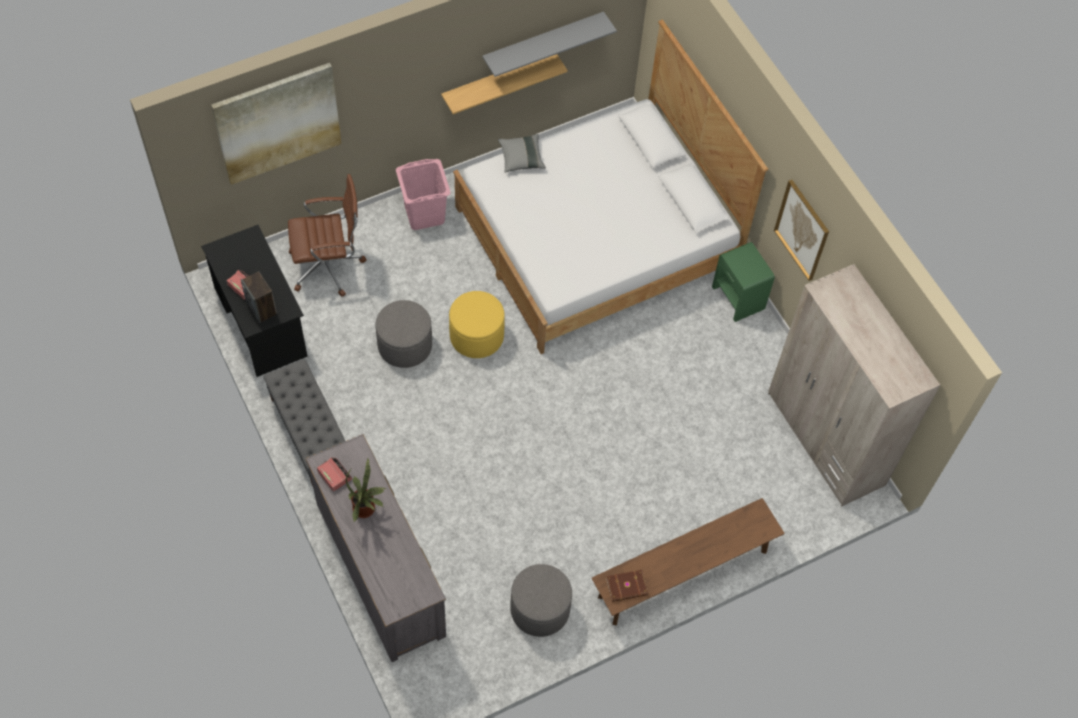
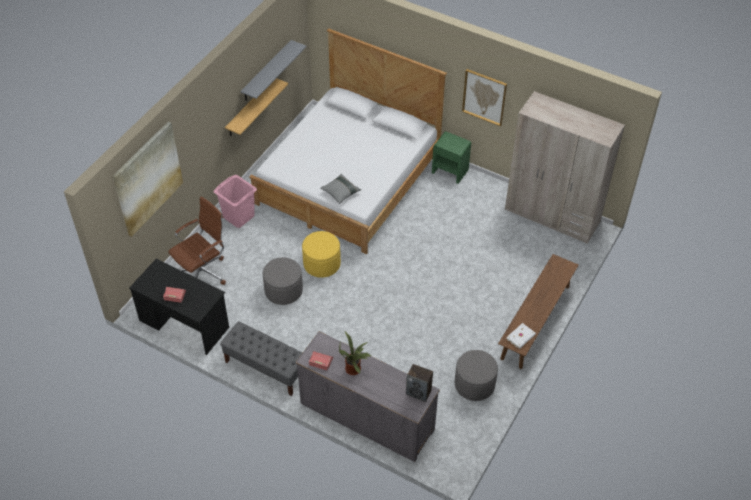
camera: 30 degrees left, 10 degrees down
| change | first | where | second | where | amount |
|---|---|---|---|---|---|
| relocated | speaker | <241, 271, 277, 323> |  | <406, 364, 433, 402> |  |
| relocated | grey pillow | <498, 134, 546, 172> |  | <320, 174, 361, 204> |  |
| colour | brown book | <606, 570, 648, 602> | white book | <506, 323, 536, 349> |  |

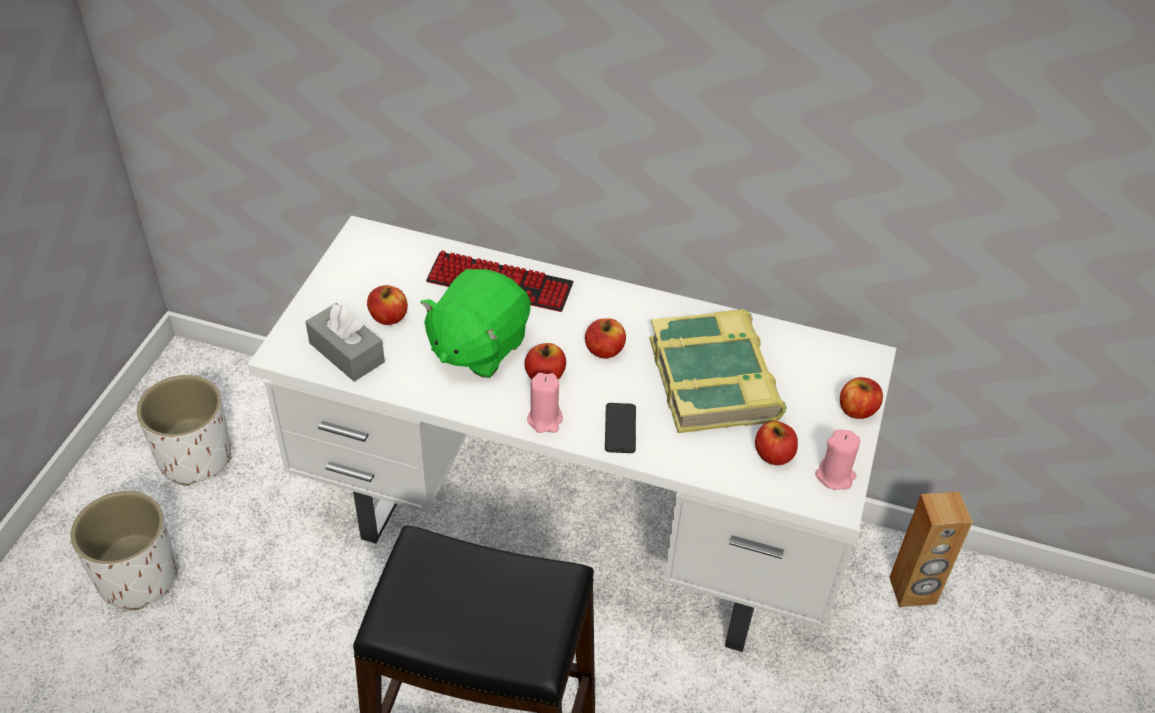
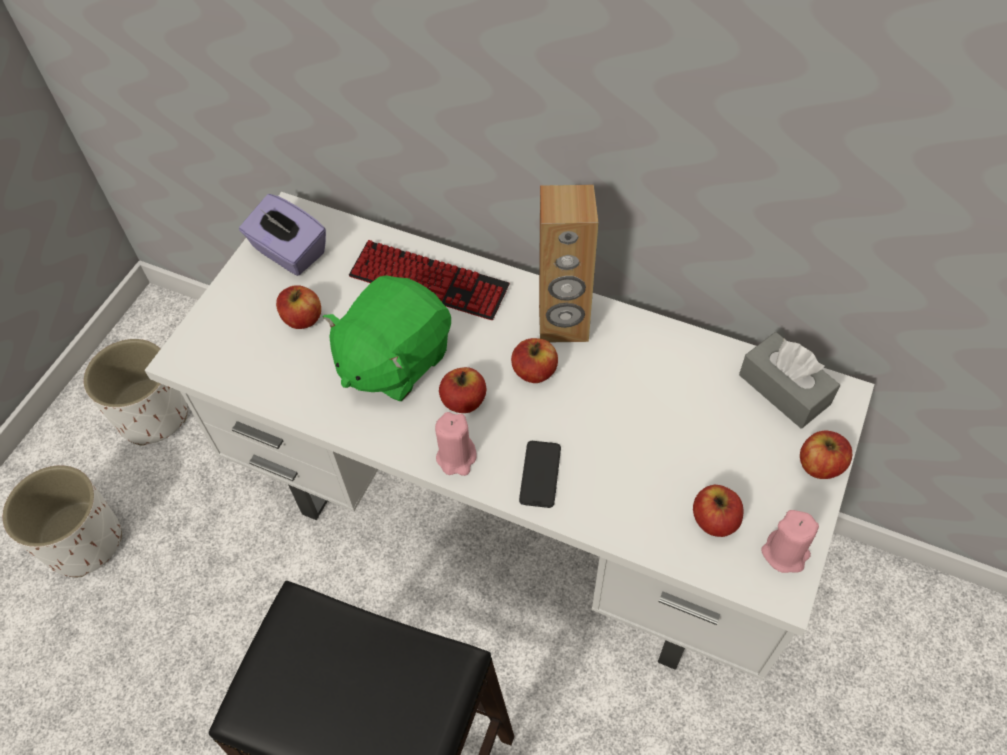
camera: 10 degrees right, 10 degrees up
| change | first | where | second | where | amount |
|---|---|---|---|---|---|
| missing | book | <649, 309, 786, 433> |  |  |  |
| appeared |  |  | purple tissue box | <239, 194, 326, 276> |  |
| relocated | grey tissue box | <306, 303, 385, 382> |  | <739, 332, 840, 428> |  |
| relocated | brown speaker | <889, 491, 973, 607> |  | <539, 185, 598, 342> |  |

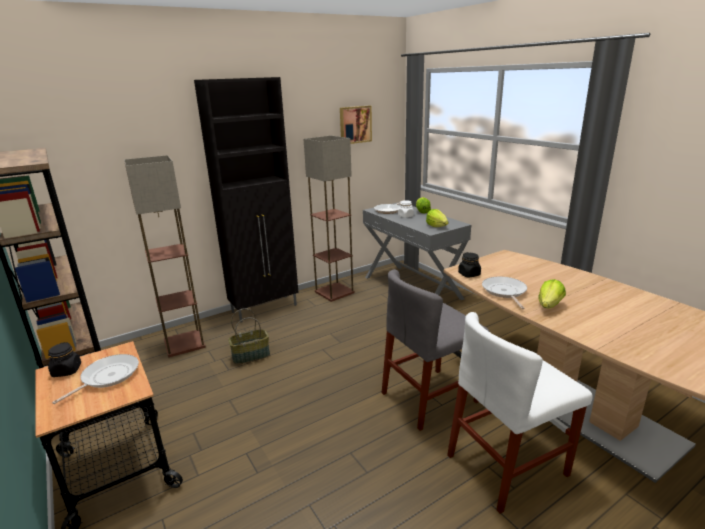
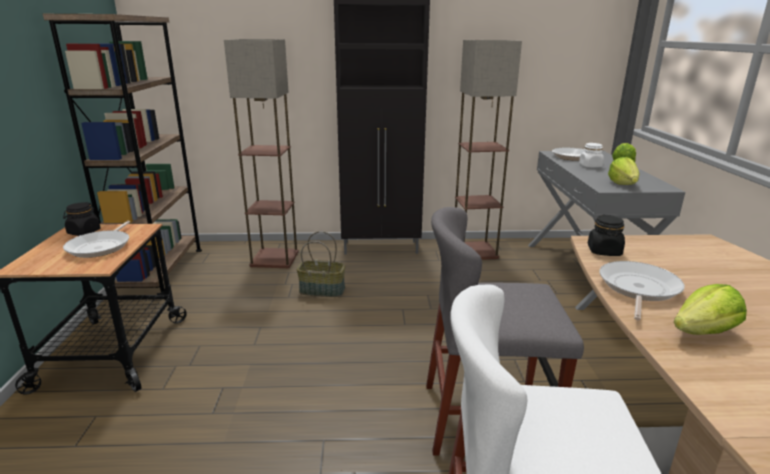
camera: 30 degrees right, 0 degrees up
| change | first | where | second | where | amount |
|---|---|---|---|---|---|
| missing | picture | <340, 106, 372, 144> |  |  |  |
| spun | frying pan | <52, 354, 139, 404> |  | <63, 221, 130, 258> | 120 degrees clockwise |

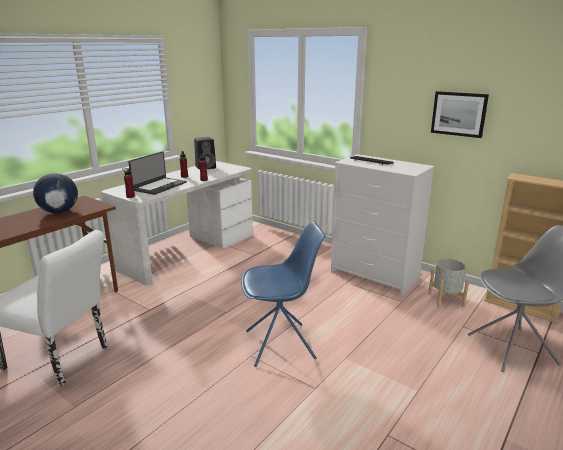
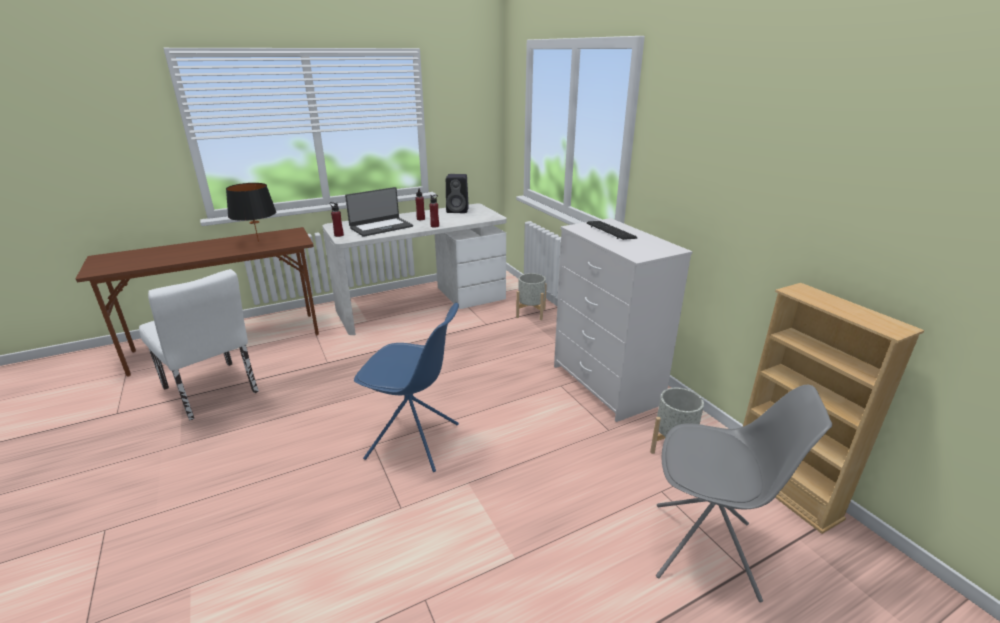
camera: 25 degrees right, 5 degrees up
| change | first | where | second | where | amount |
|---|---|---|---|---|---|
| missing | picture | <431, 91, 489, 138> |  |  |  |
| appeared |  |  | grey planter | <516, 273, 547, 320> |  |
| exchanged | globe | <33, 173, 78, 213> | black table lamp | <226, 183, 276, 242> |  |

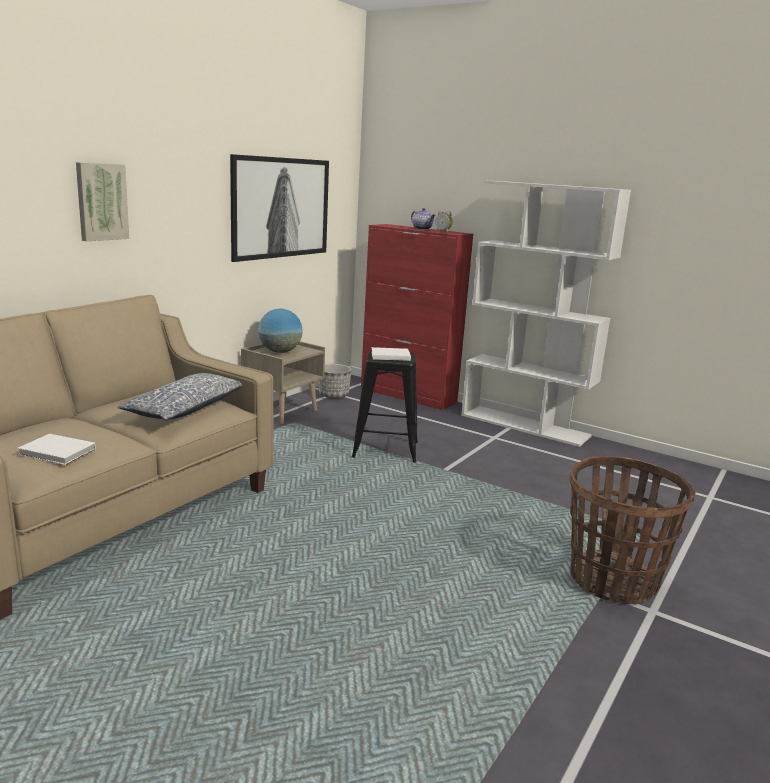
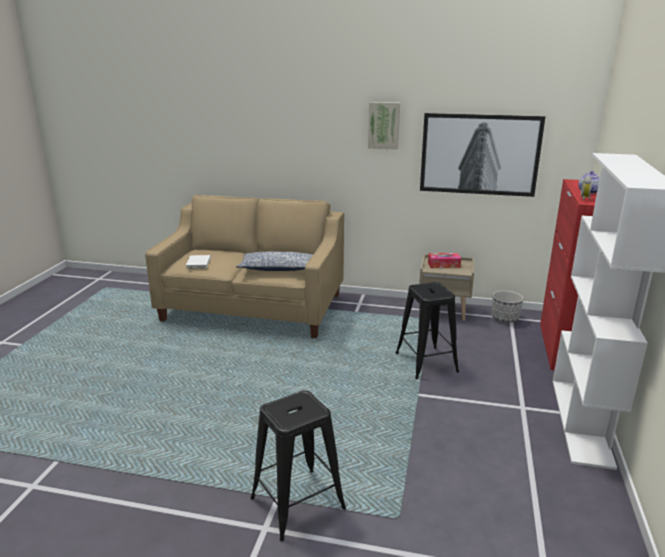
camera: 70 degrees right, 5 degrees up
| change | first | where | second | where | amount |
|---|---|---|---|---|---|
| missing | white book | <371, 347, 411, 361> |  |  |  |
| relocated | picture | <76, 162, 129, 241> |  | <368, 102, 400, 150> |  |
| exchanged | globe | <258, 309, 303, 353> | tissue box | <428, 253, 461, 268> |  |
| exchanged | basket | <569, 456, 696, 604> | black stool | <251, 390, 346, 541> |  |

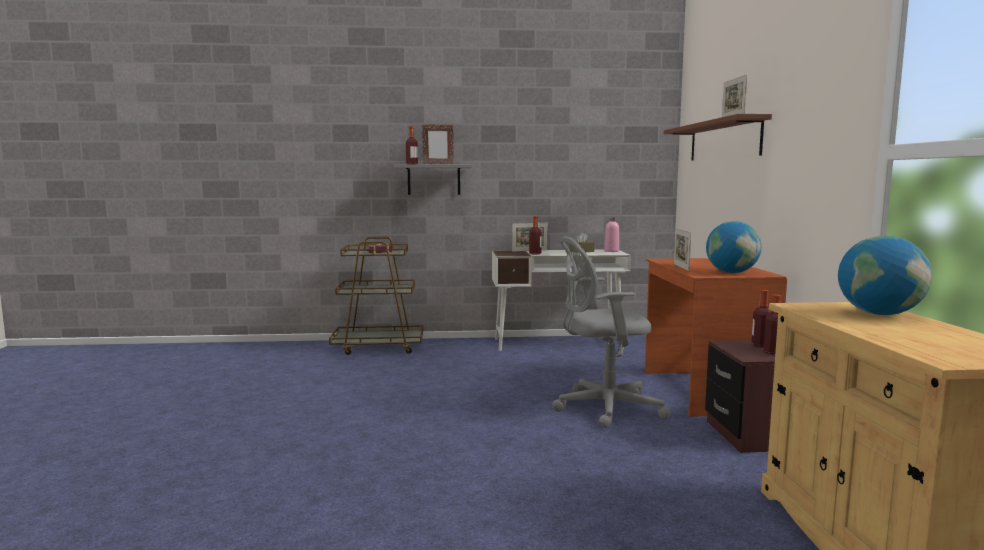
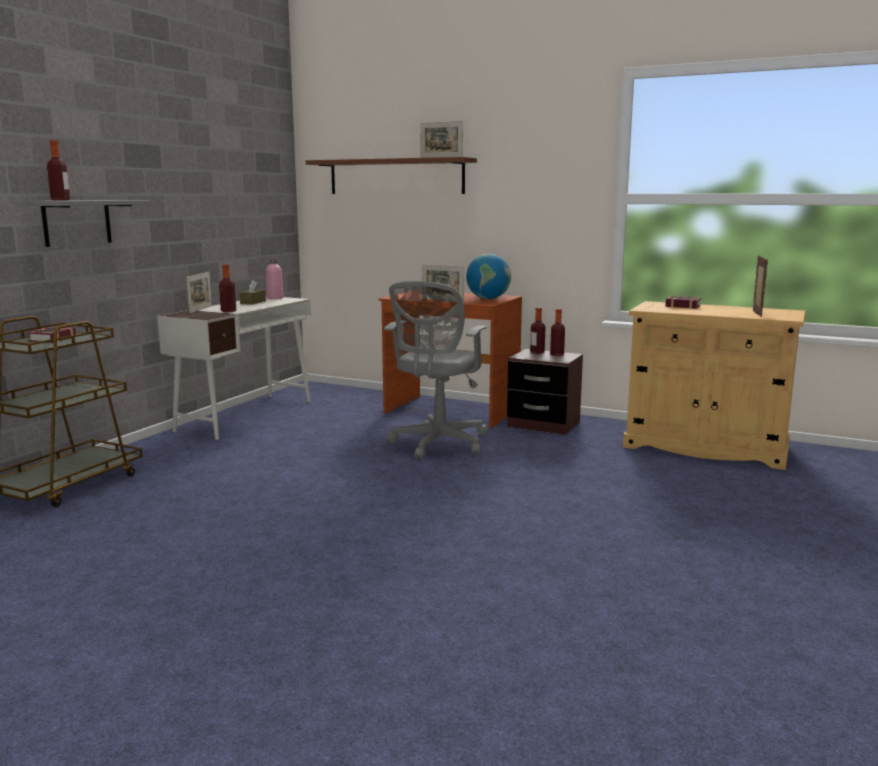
camera: 60 degrees left, 5 degrees up
| change | first | where | second | where | amount |
|---|---|---|---|---|---|
| relocated | picture frame | <422, 124, 454, 165> |  | <753, 255, 768, 317> |  |
| exchanged | globe | <838, 236, 932, 315> | book | <665, 296, 701, 309> |  |

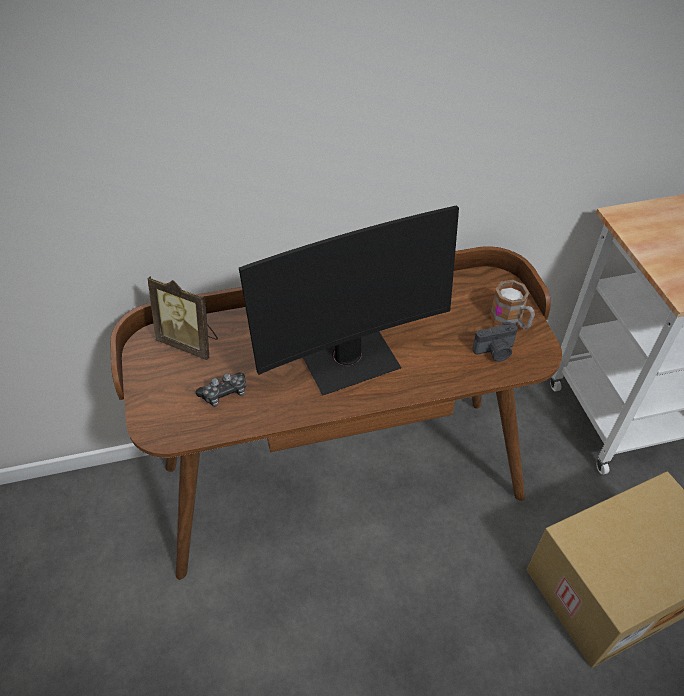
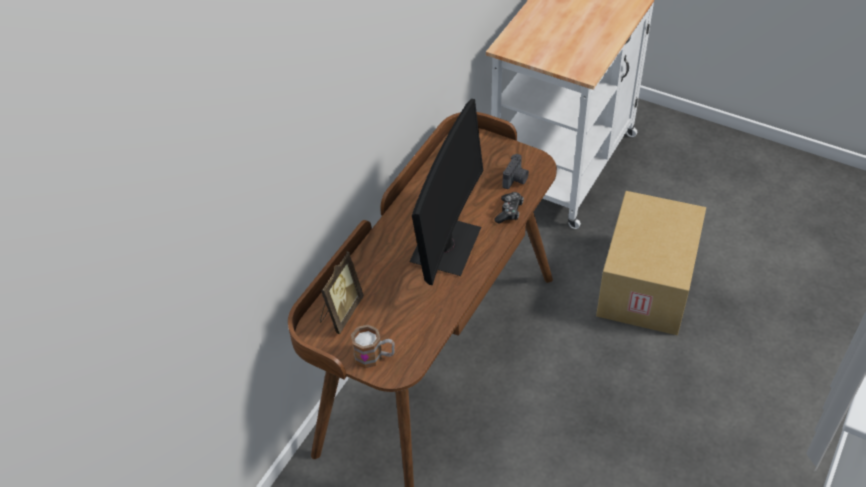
camera: 45 degrees left, 0 degrees up
| change | first | where | second | where | amount |
|---|---|---|---|---|---|
| relocated | game controller | <196, 372, 246, 407> |  | <495, 192, 524, 224> |  |
| relocated | mug | <490, 280, 535, 329> |  | <351, 324, 395, 368> |  |
| spun | picture frame | <147, 276, 218, 360> |  | <320, 251, 364, 334> | 45 degrees counterclockwise |

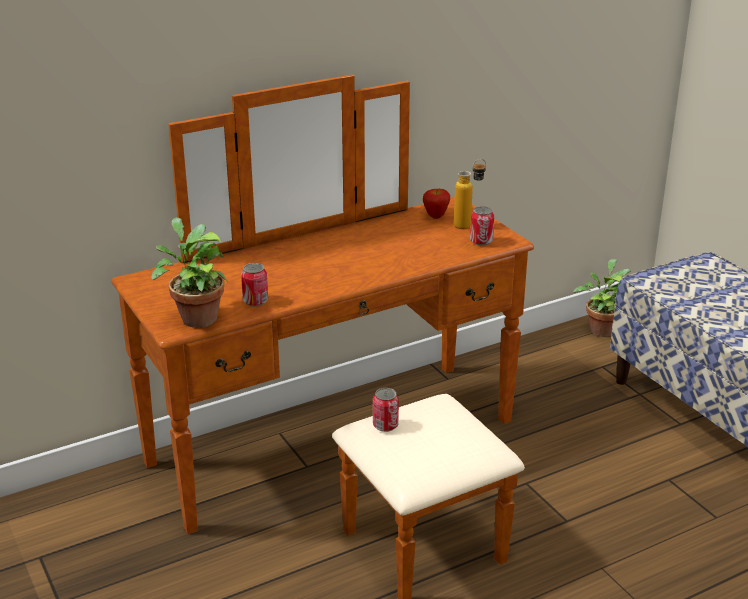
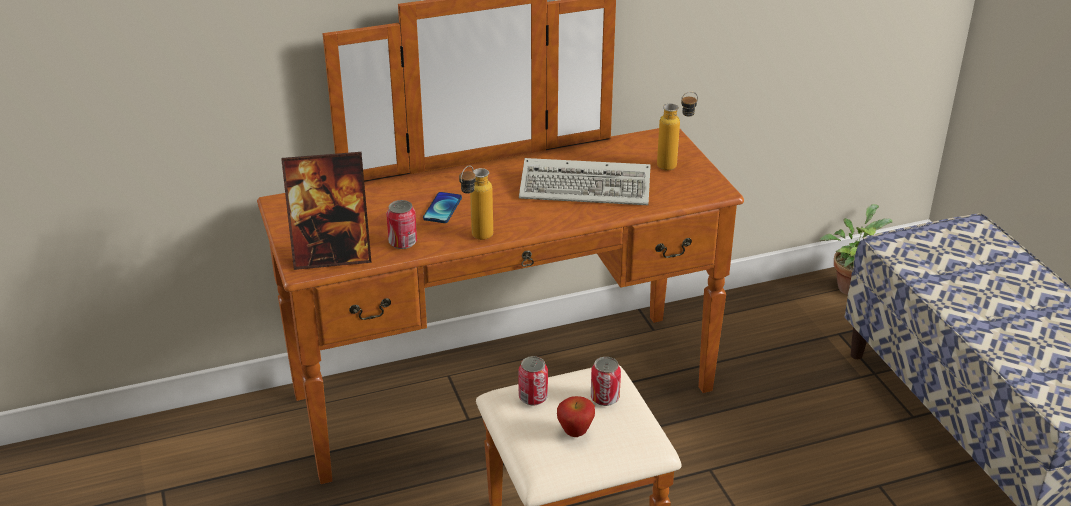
camera: 10 degrees right, 5 degrees up
| change | first | where | second | where | amount |
|---|---|---|---|---|---|
| appeared |  |  | phone | <423, 192, 462, 223> |  |
| appeared |  |  | bottle | <459, 165, 493, 240> |  |
| appeared |  |  | keyboard | <519, 158, 651, 205> |  |
| relocated | apple | <423, 189, 450, 219> |  | <557, 396, 595, 437> |  |
| relocated | can | <470, 206, 494, 246> |  | <591, 357, 621, 406> |  |
| exchanged | potted plant | <151, 218, 228, 328> | picture frame | <281, 152, 372, 270> |  |

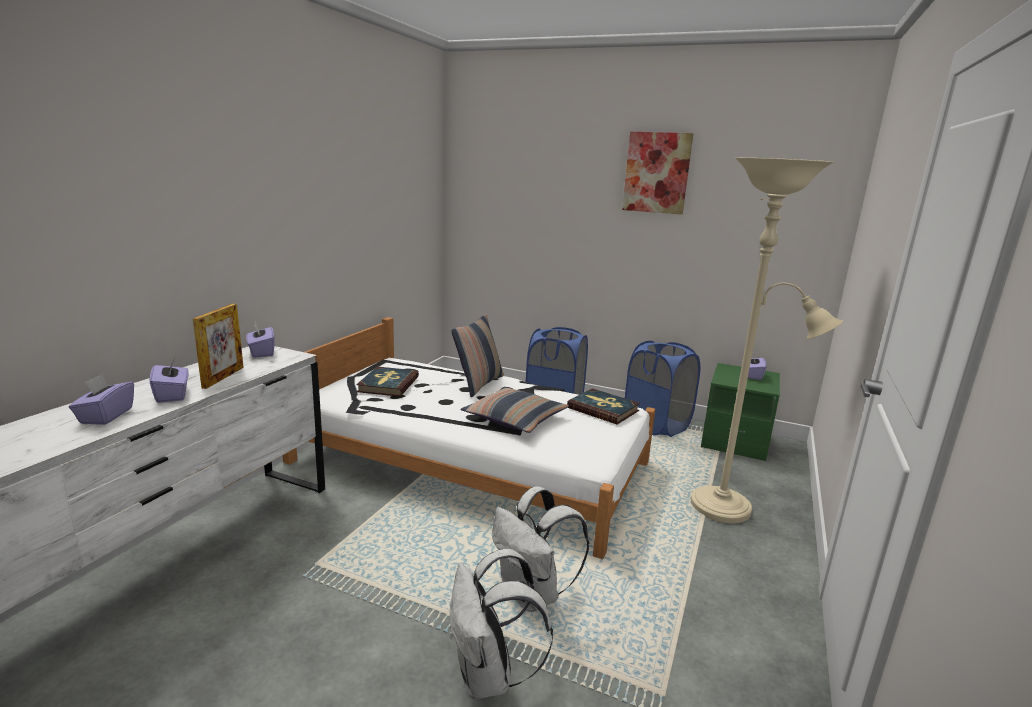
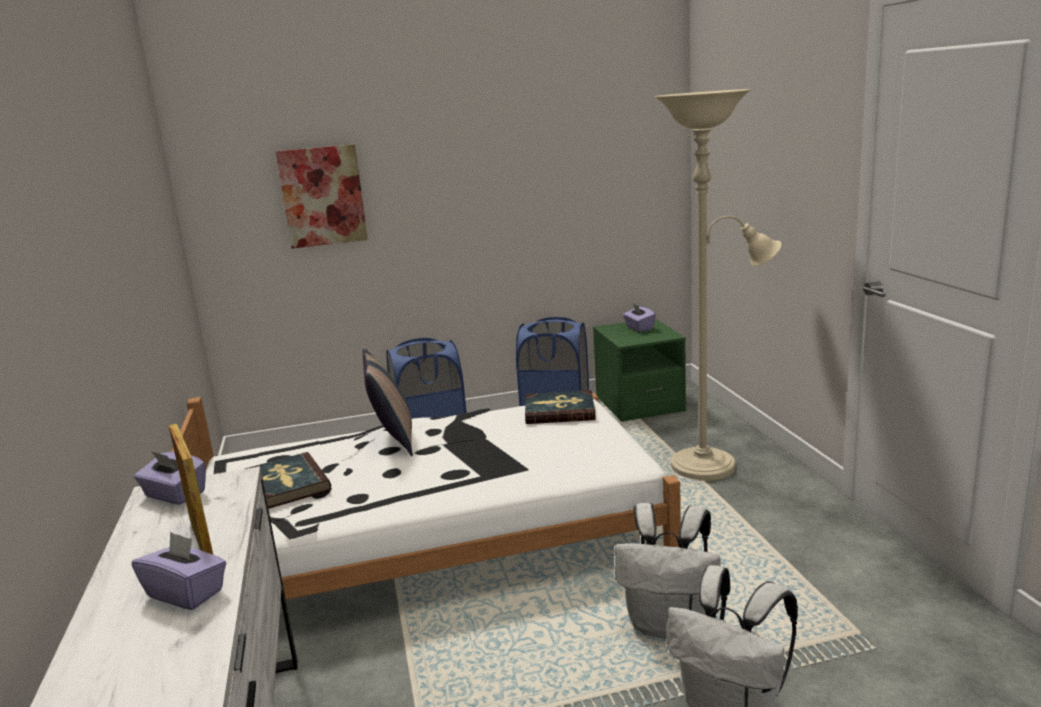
camera: 35 degrees left, 0 degrees up
| change | first | where | second | where | amount |
|---|---|---|---|---|---|
| missing | purple tissue box | <69, 374, 134, 425> |  |  |  |
| missing | pillow | <461, 387, 569, 433> |  |  |  |
| relocated | picture | <622, 131, 693, 215> |  | <276, 144, 368, 248> |  |

